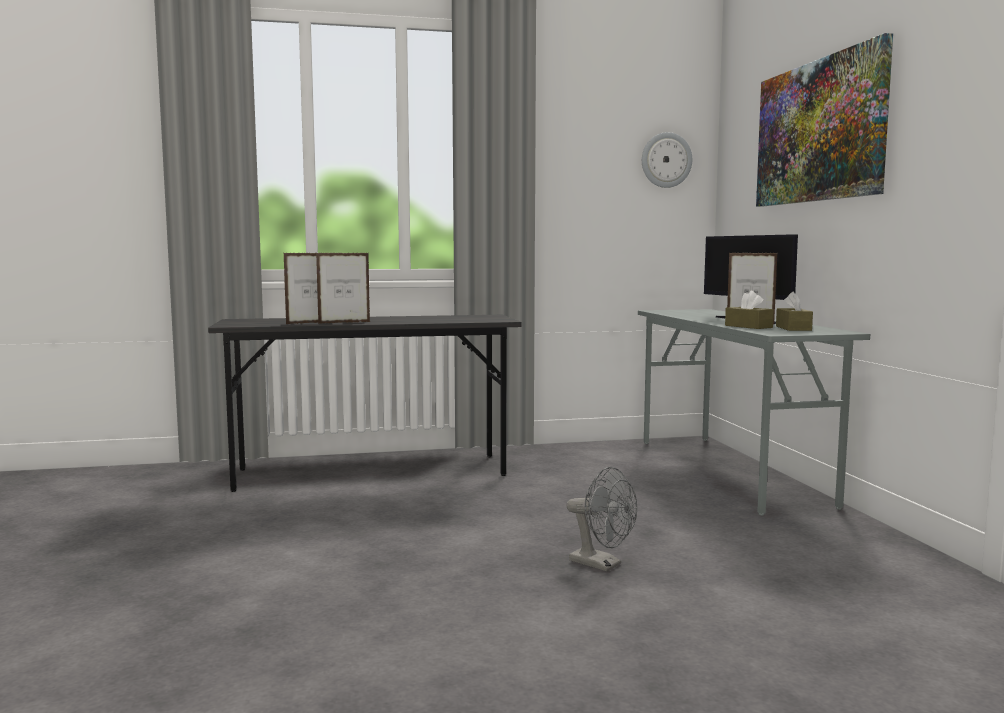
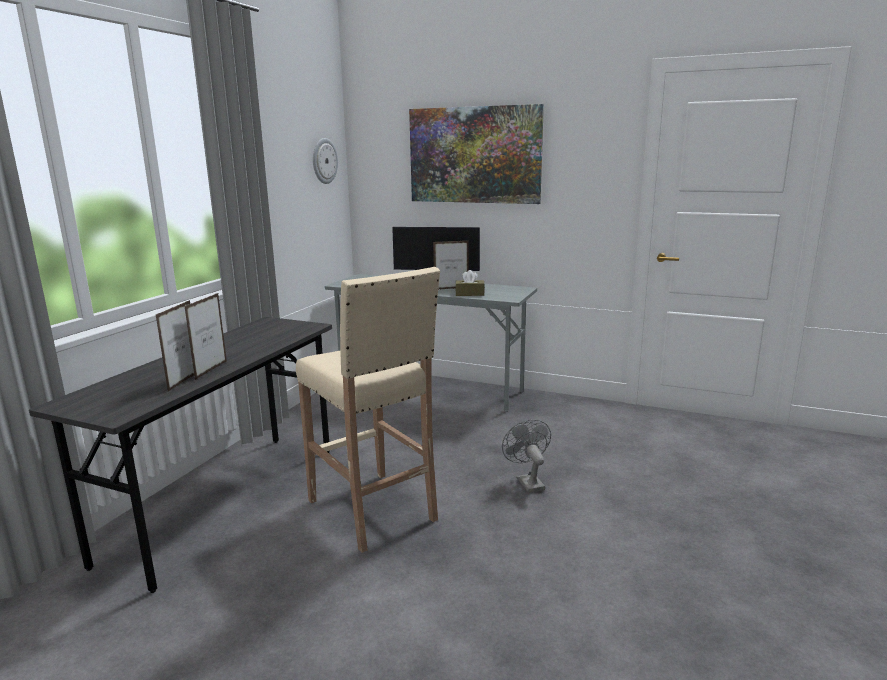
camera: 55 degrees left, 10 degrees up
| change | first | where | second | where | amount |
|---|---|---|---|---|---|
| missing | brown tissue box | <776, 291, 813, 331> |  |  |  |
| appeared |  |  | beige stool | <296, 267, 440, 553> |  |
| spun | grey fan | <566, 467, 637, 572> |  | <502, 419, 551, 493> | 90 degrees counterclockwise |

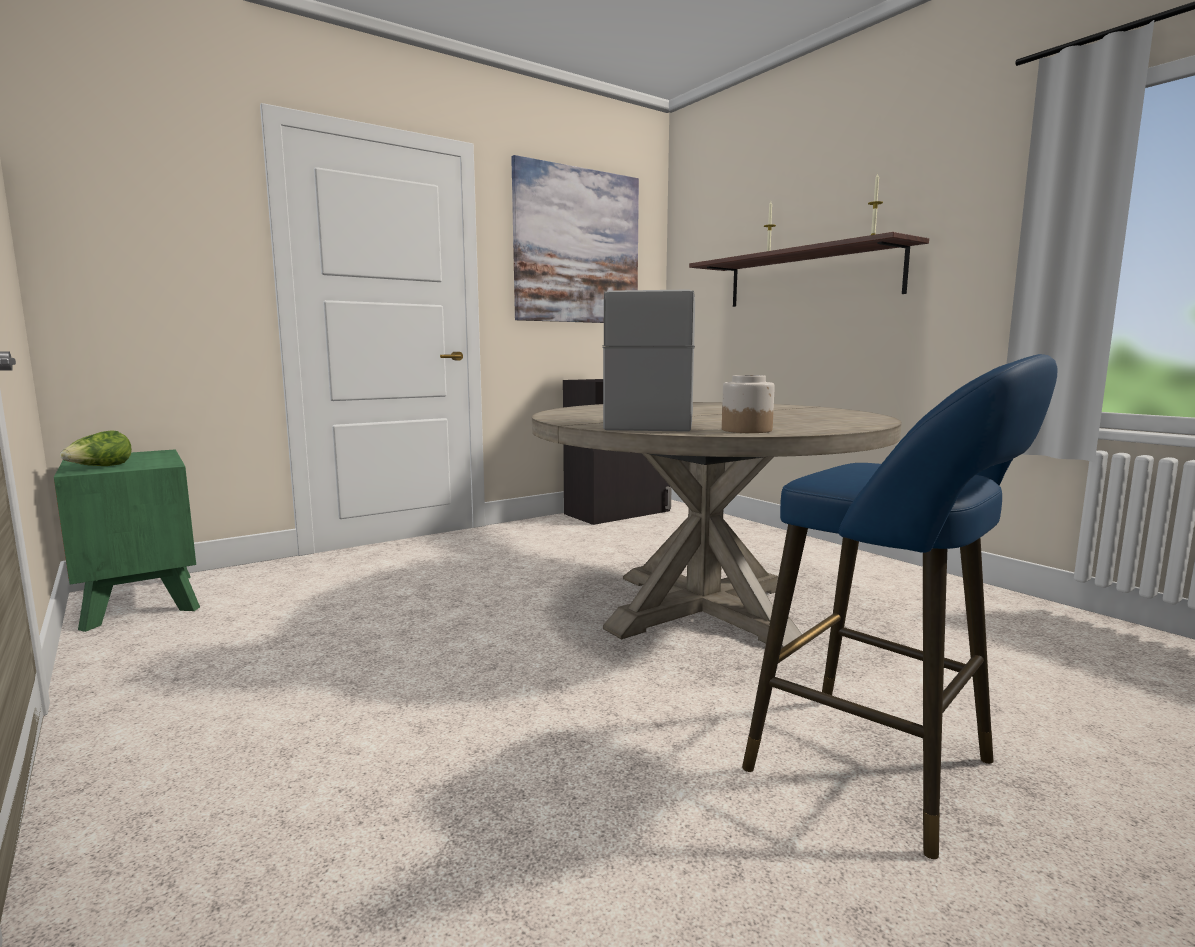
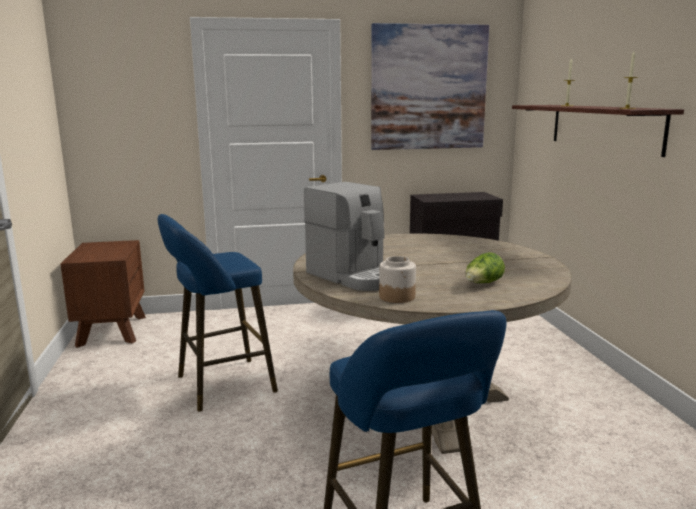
camera: 25 degrees right, 5 degrees up
| change | first | where | second | where | amount |
|---|---|---|---|---|---|
| appeared |  |  | blue stool | <158, 214, 278, 411> |  |
| relocated | lettuce | <60, 430, 132, 466> |  | <466, 252, 505, 283> |  |
| colour | green nightstand | <54, 449, 200, 632> | brown nightstand | <60, 240, 146, 348> |  |
| spun | coffee machine | <602, 289, 695, 432> |  | <304, 182, 384, 291> | 105 degrees clockwise |

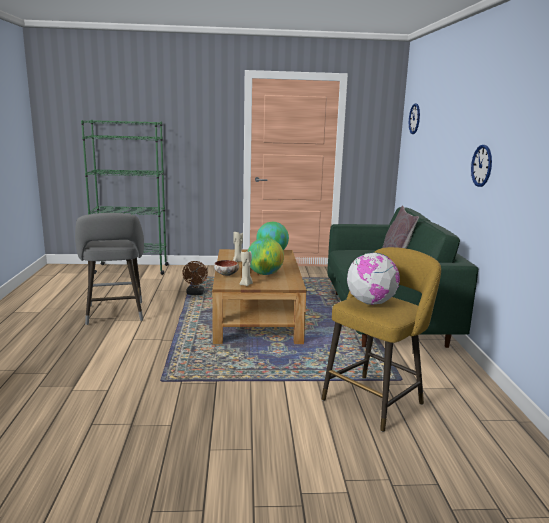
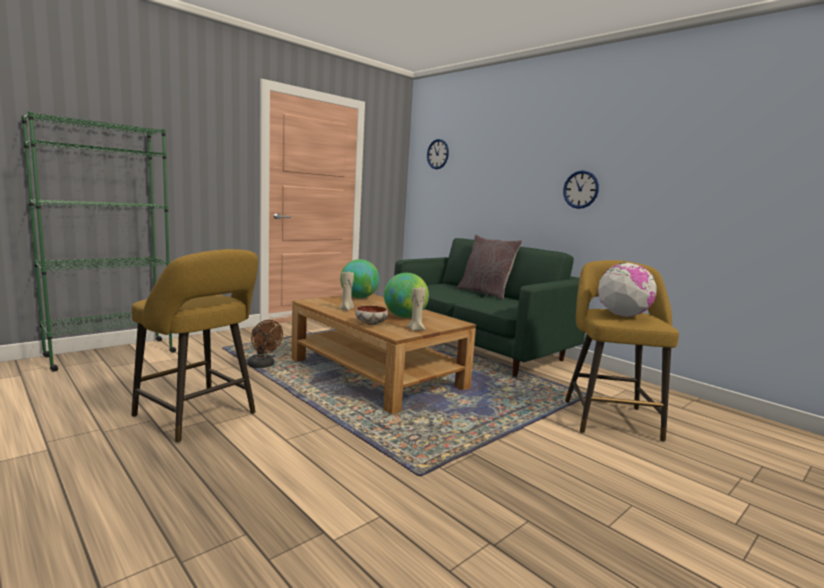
camera: 40 degrees left, 5 degrees down
| change | first | where | second | where | amount |
|---|---|---|---|---|---|
| colour | grey stool | <75, 213, 144, 325> | yellow stool | <132, 249, 258, 443> |  |

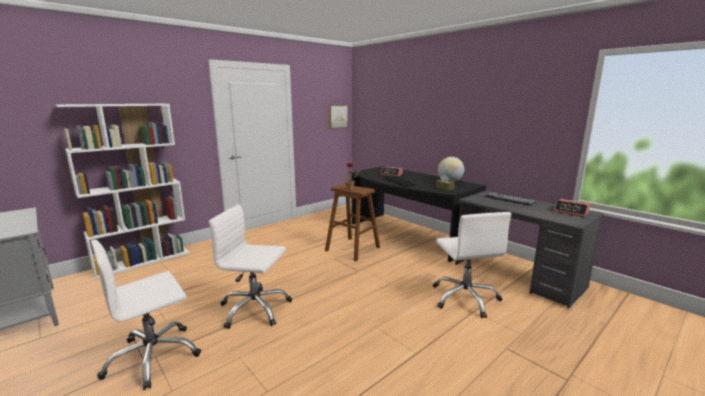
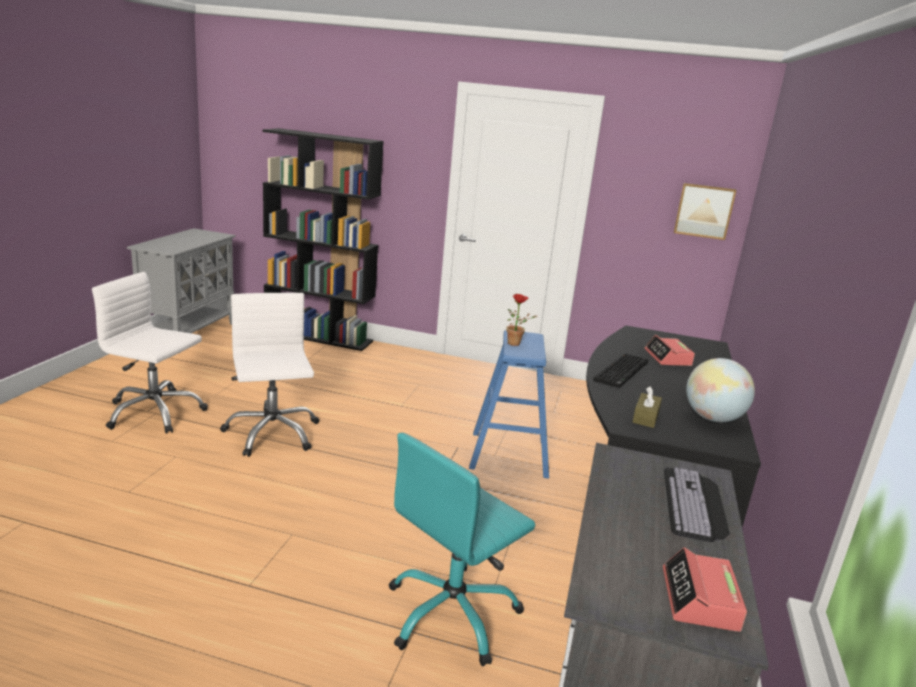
camera: 55 degrees right, 5 degrees up
| change | first | where | second | where | amount |
|---|---|---|---|---|---|
| colour | white bookcase | <55, 104, 190, 279> | black bookcase | <262, 128, 384, 351> |  |
| colour | brown stool | <325, 184, 380, 261> | blue stool | <469, 330, 549, 479> |  |
| colour | white office chair | <433, 212, 512, 318> | turquoise office chair | <389, 433, 535, 666> |  |

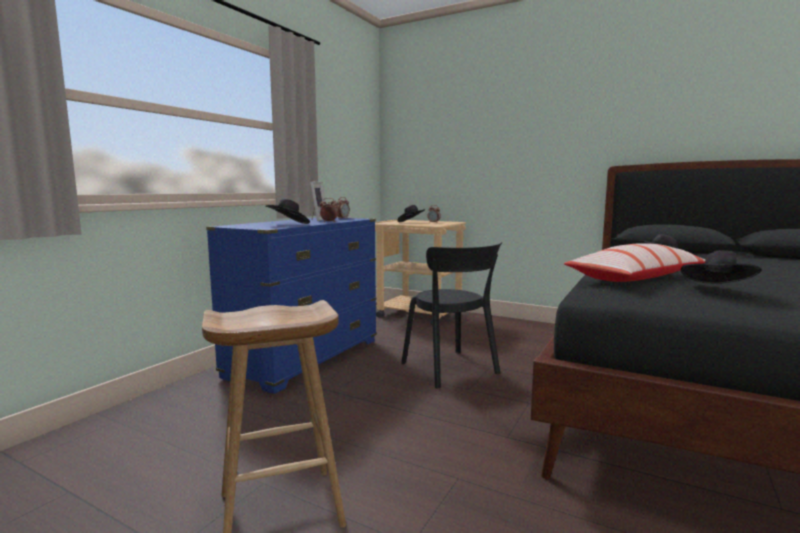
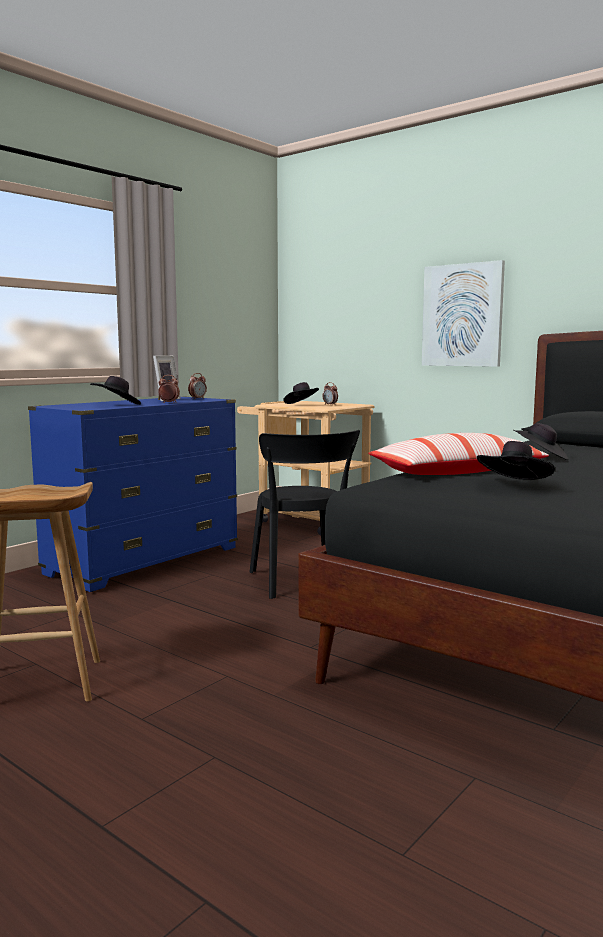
camera: 10 degrees right, 0 degrees up
| change | first | where | second | where | amount |
|---|---|---|---|---|---|
| appeared |  |  | picture | <422, 260, 505, 367> |  |

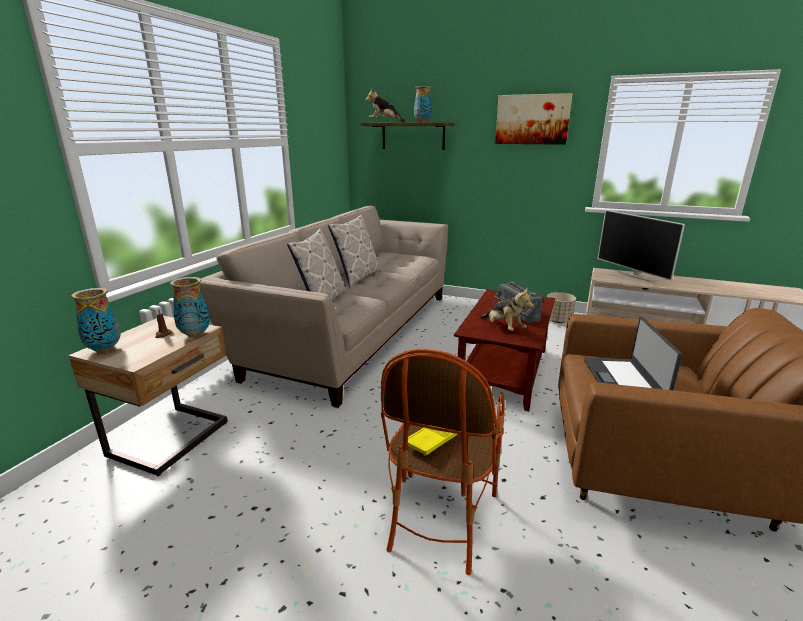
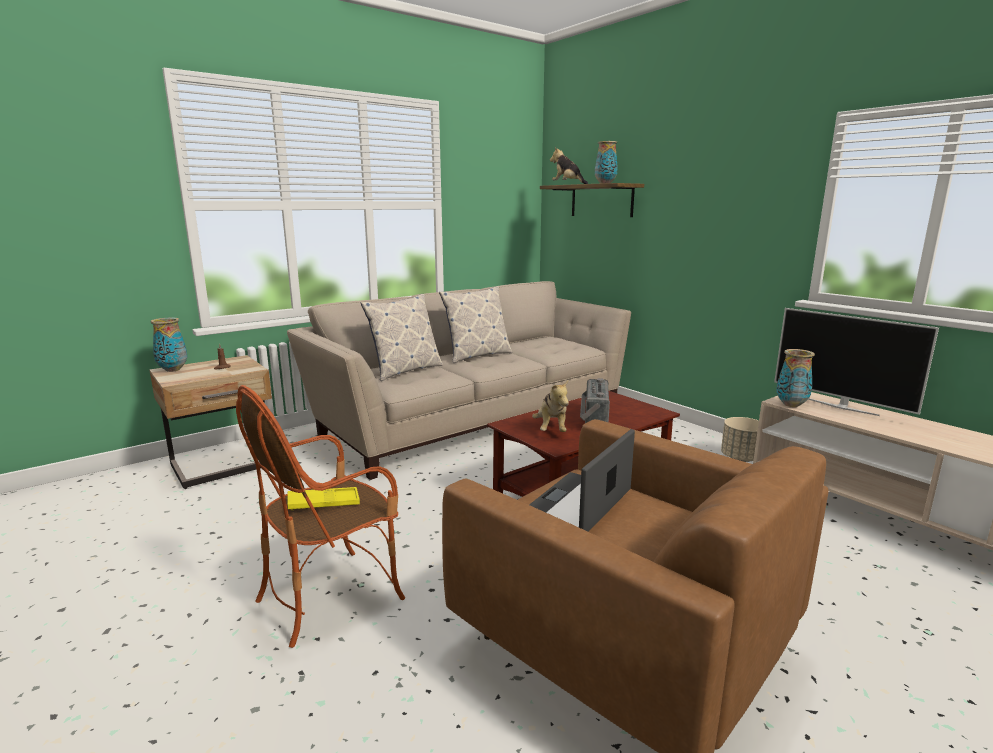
camera: 30 degrees right, 5 degrees down
| change | first | where | second | where | amount |
|---|---|---|---|---|---|
| missing | picture | <495, 93, 572, 145> |  |  |  |
| relocated | vase | <170, 277, 210, 337> |  | <776, 349, 815, 407> |  |
| spun | television | <597, 210, 685, 282> |  | <774, 308, 939, 416> | 45 degrees counterclockwise |

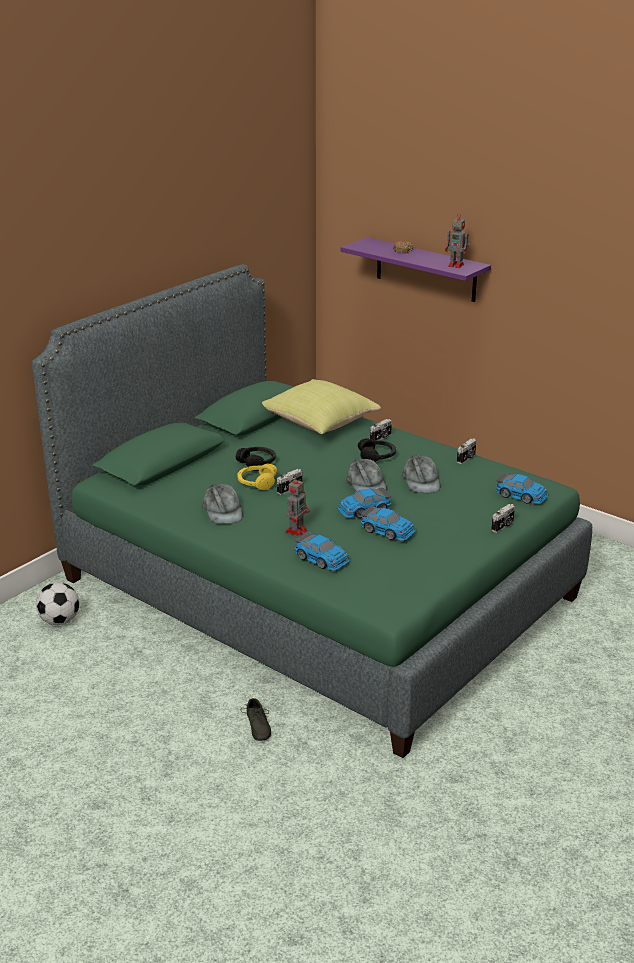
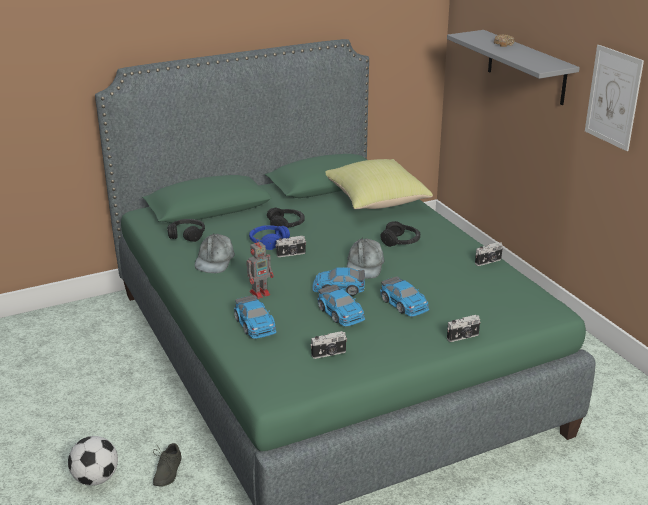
camera: 25 degrees right, 0 degrees up
| change | first | where | second | where | amount |
|---|---|---|---|---|---|
| missing | grey cap | <402, 455, 440, 493> |  |  |  |
| missing | toy robot | <445, 213, 470, 268> |  |  |  |
| appeared |  |  | black headphones | <167, 219, 205, 242> |  |
| appeared |  |  | picture | <585, 45, 644, 151> |  |
| relocated | football | <36, 583, 79, 625> |  | <68, 436, 118, 486> |  |
| relocated | photo camera | <370, 419, 392, 440> |  | <310, 331, 347, 359> |  |
| relocated | toy car | <496, 473, 548, 504> |  | <380, 276, 430, 317> |  |
| colour | yellow headphones | <237, 463, 277, 490> | blue headphones | <249, 225, 290, 250> |  |
| colour | purple shelf | <341, 238, 491, 302> | grey shelf | <447, 30, 580, 105> |  |

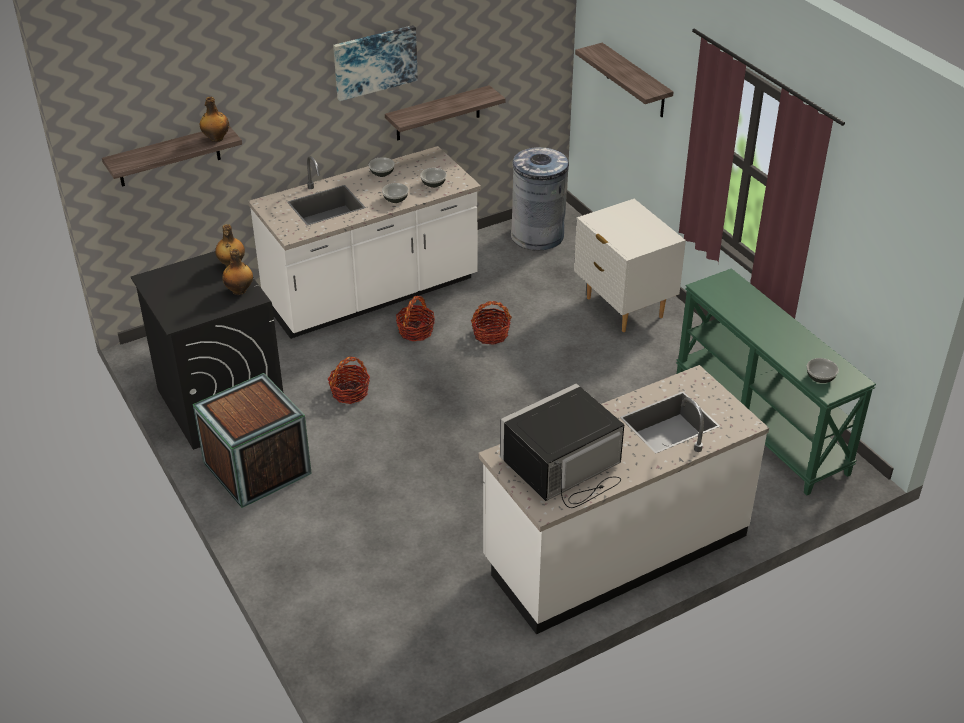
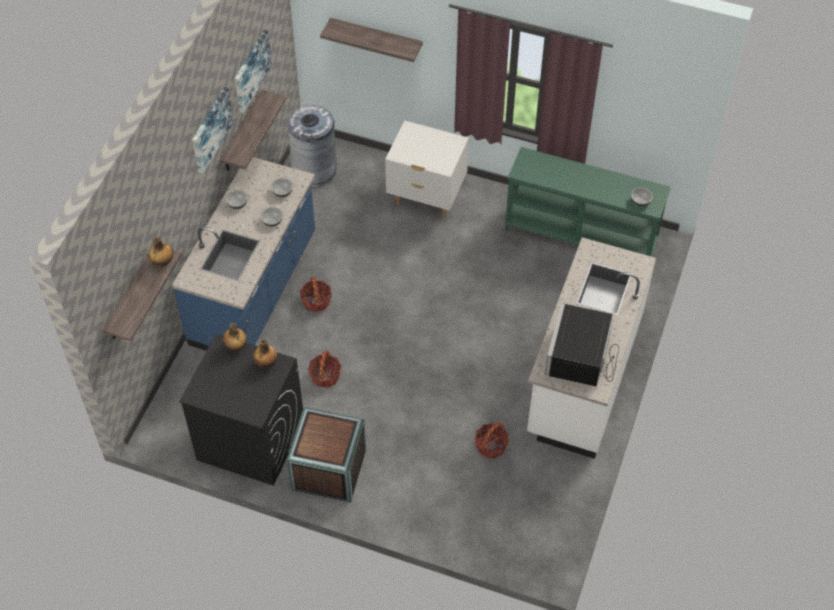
camera: 40 degrees left, 15 degrees up
| change | first | where | second | where | amount |
|---|---|---|---|---|---|
| appeared |  |  | picture | <235, 30, 272, 113> |  |
| relocated | basket | <471, 301, 512, 345> |  | <475, 422, 509, 458> |  |
| colour | white counter | <248, 146, 481, 339> | blue counter | <172, 157, 315, 351> |  |

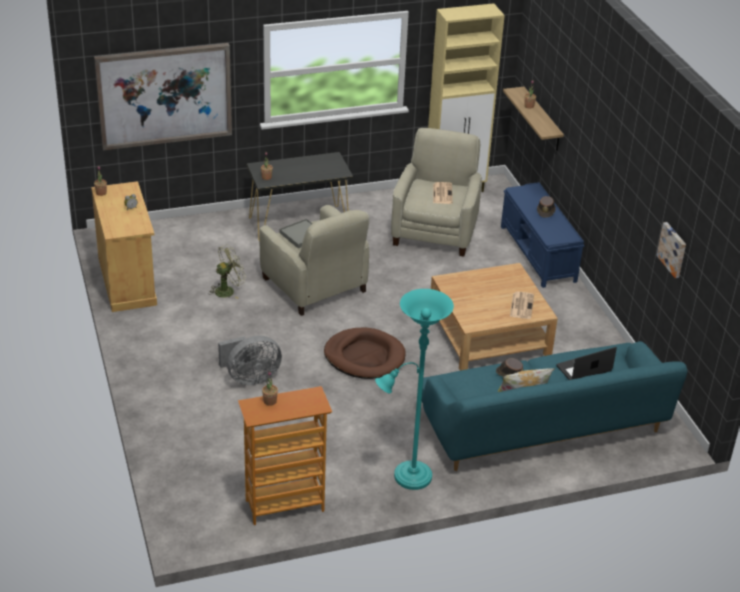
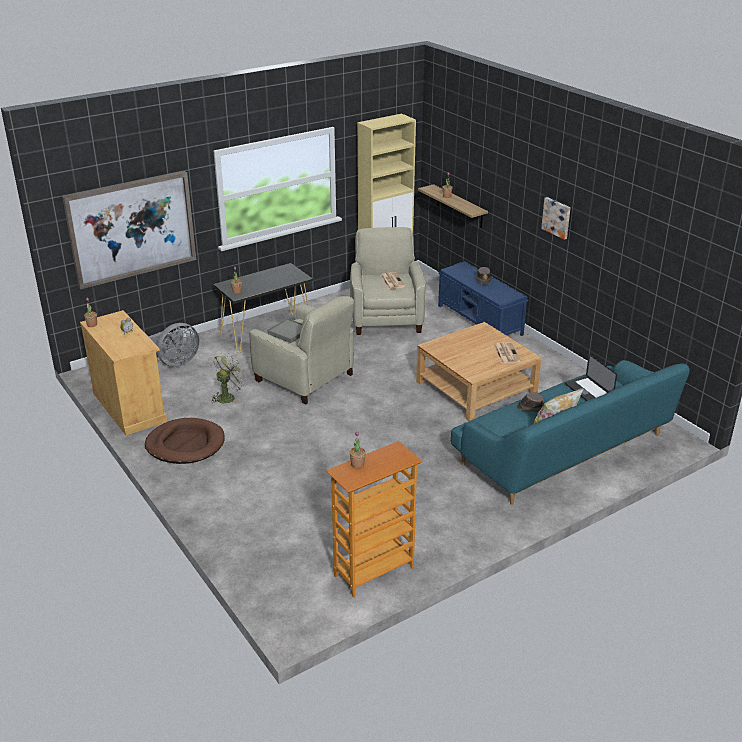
camera: 15 degrees left, 5 degrees down
| change | first | where | second | where | amount |
|---|---|---|---|---|---|
| missing | turquoise floor lamp | <375, 289, 454, 490> |  |  |  |
| relocated | grey fan | <218, 336, 282, 385> |  | <148, 323, 199, 367> |  |
| relocated | brown dog bed | <324, 328, 406, 379> |  | <145, 418, 225, 464> |  |
| relocated | picture | <656, 222, 686, 278> |  | <541, 197, 571, 240> |  |
| spun | laptop | <556, 347, 617, 380> |  | <565, 354, 617, 401> | 75 degrees counterclockwise |

